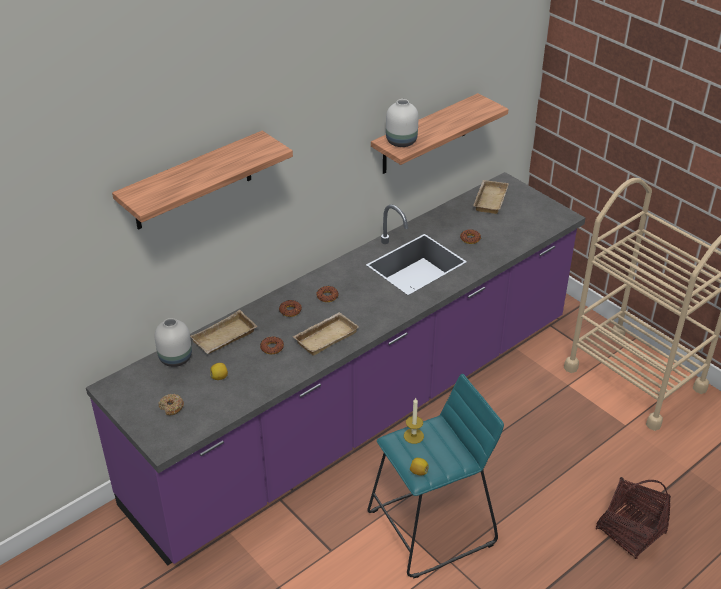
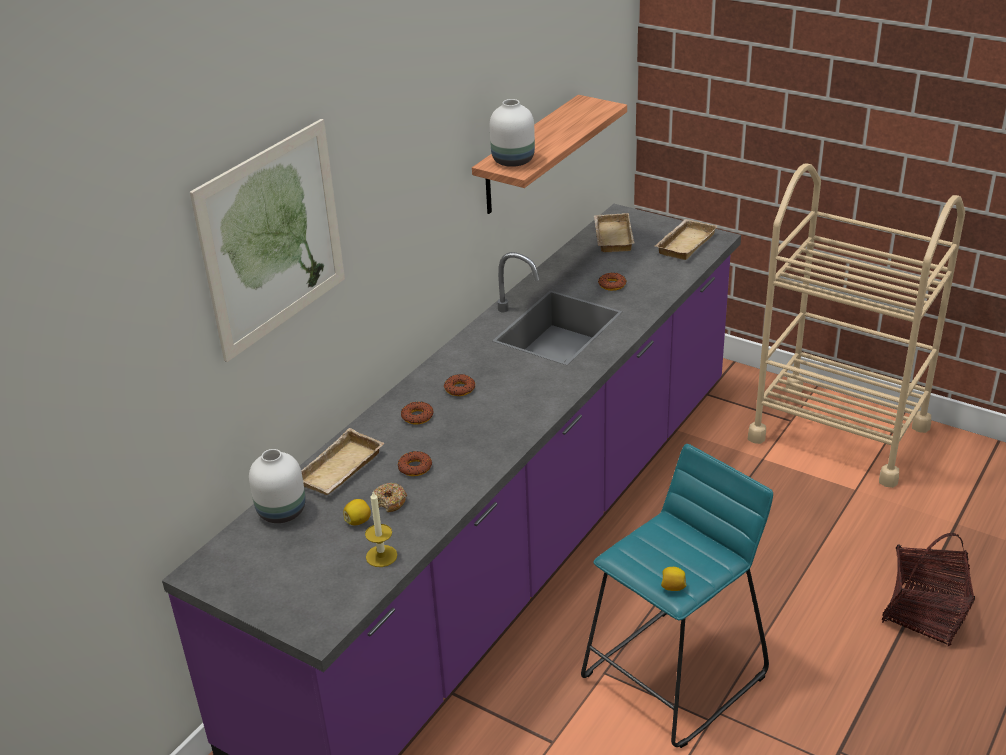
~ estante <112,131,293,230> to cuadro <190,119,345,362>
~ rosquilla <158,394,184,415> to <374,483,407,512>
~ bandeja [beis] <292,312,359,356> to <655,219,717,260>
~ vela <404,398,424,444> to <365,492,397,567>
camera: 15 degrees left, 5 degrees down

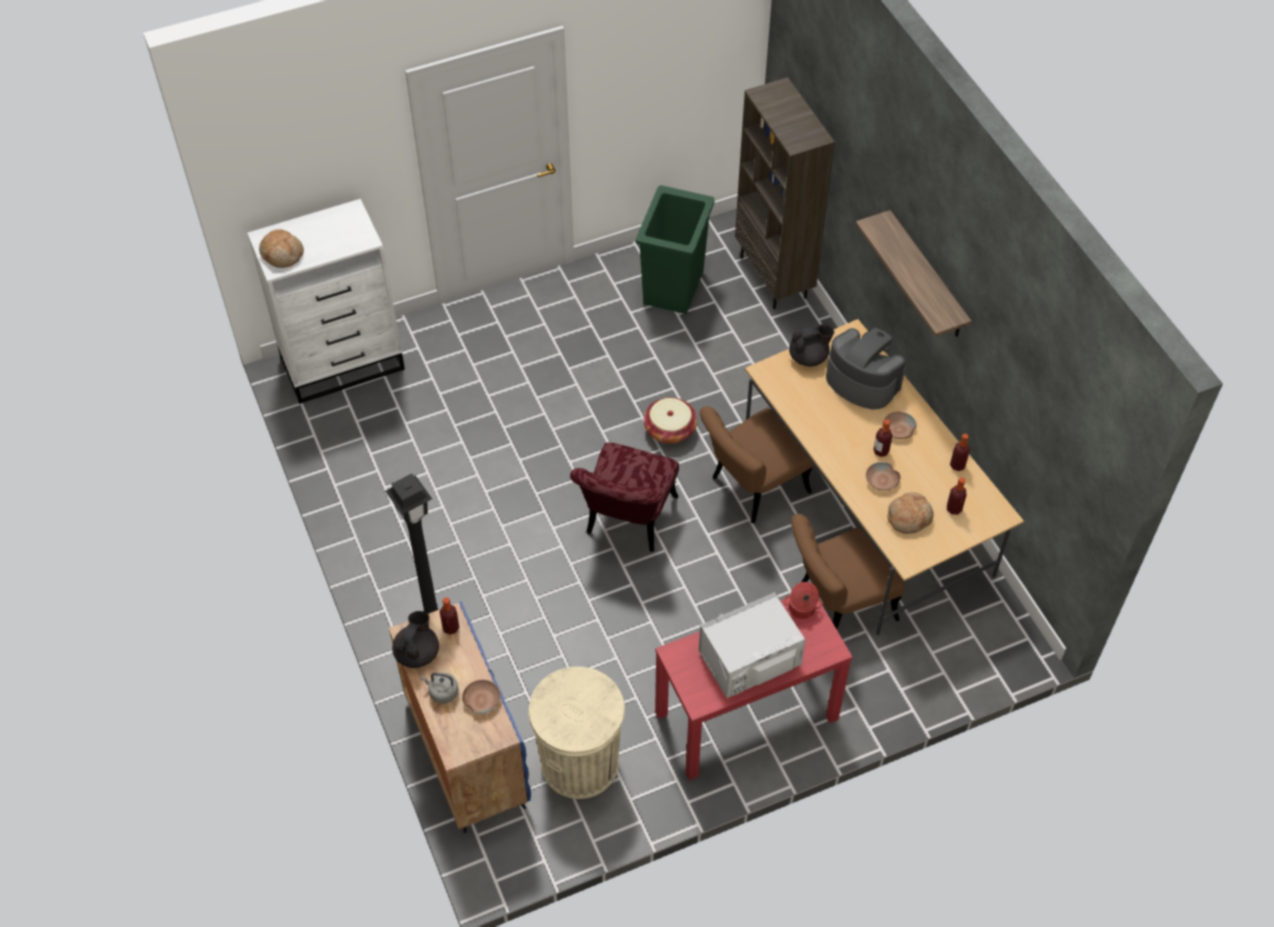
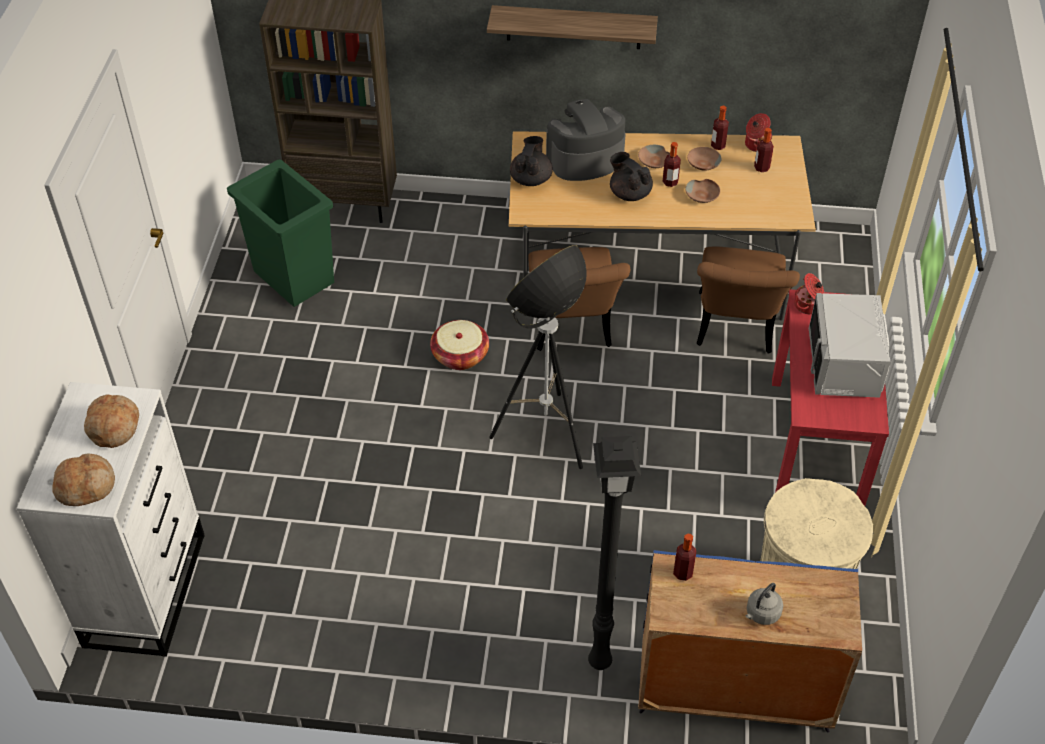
~ tetera [negro] <392,611,439,668> to <610,152,653,201>
~ cuenco [marrón] <462,680,501,714> to <687,147,721,171>
~ silla [rojo] <570,443,679,552> to lámpara de pie <489,245,587,469>
~ pan <887,492,934,534> to <84,394,139,448>
+ olla <745,113,772,152>
camera: 60 degrees left, 5 degrees down

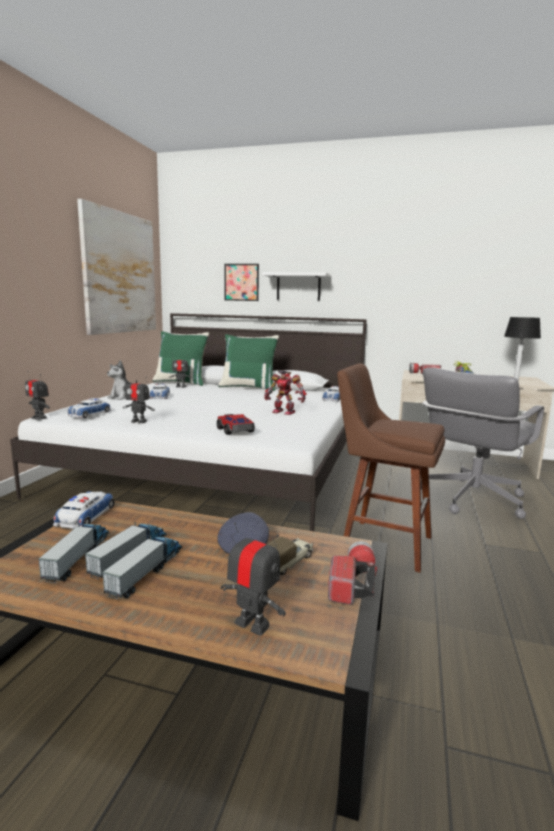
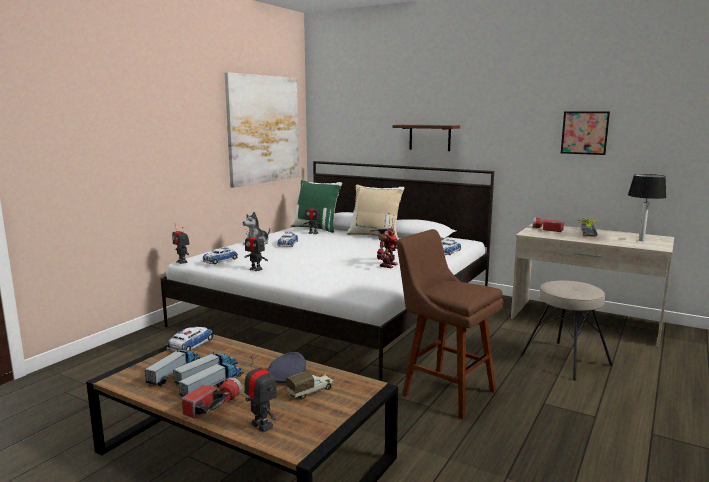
- coche de juguete <217,414,255,435>
~ cojín [verde] <218,334,279,391> to cojín [beis] <347,185,405,240>
~ cuadro <224,264,259,301> to <561,111,610,155>
~ estante [blanco] <262,272,331,301> to estante [marrón] <393,125,460,151>
~ robot de juguete <264,370,306,415> = <370,228,398,268> 105 degrees counterclockwise
~ linterna <328,541,377,605> to <182,377,242,419>
~ silla de oficina [gris] <421,367,544,519> to taburete [beis] <521,281,613,381>
camera: 15 degrees right, 0 degrees up

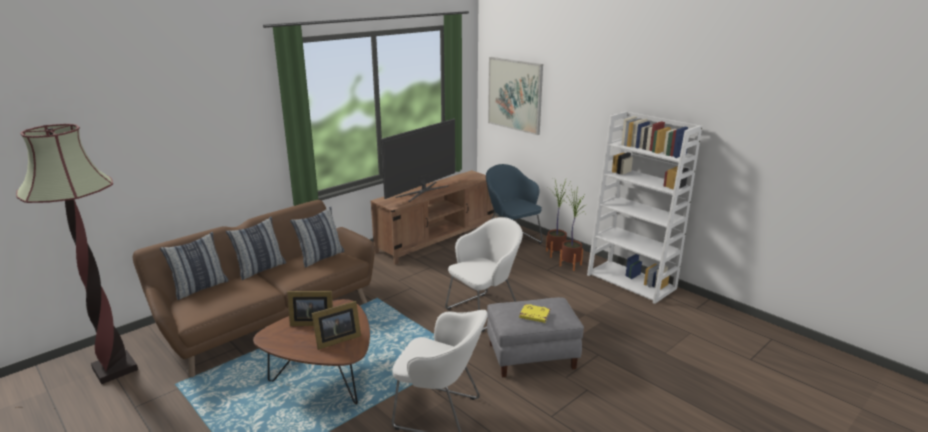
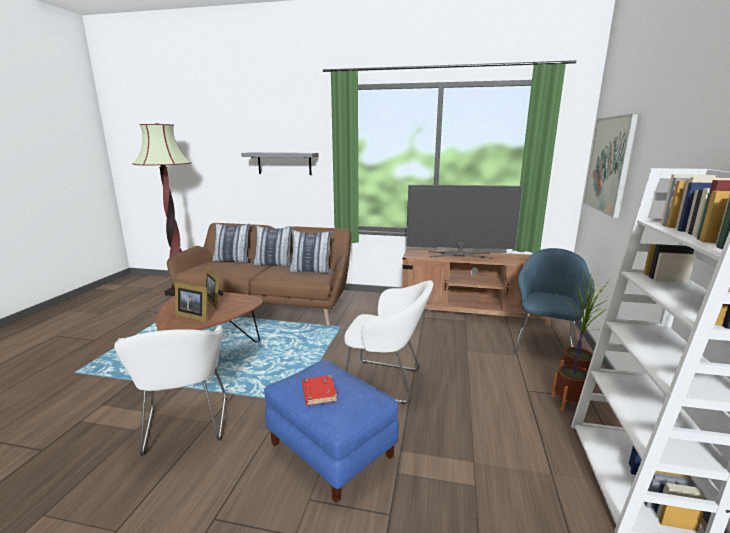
~ puf [gris] <487,297,584,377> to puf [azul] <264,360,399,503>
~ libro [amarillo] <519,304,550,323> to libro [rojo] <302,375,337,405>
+ estante [gris] <241,152,318,175>
camera: 55 degrees right, 5 degrees down

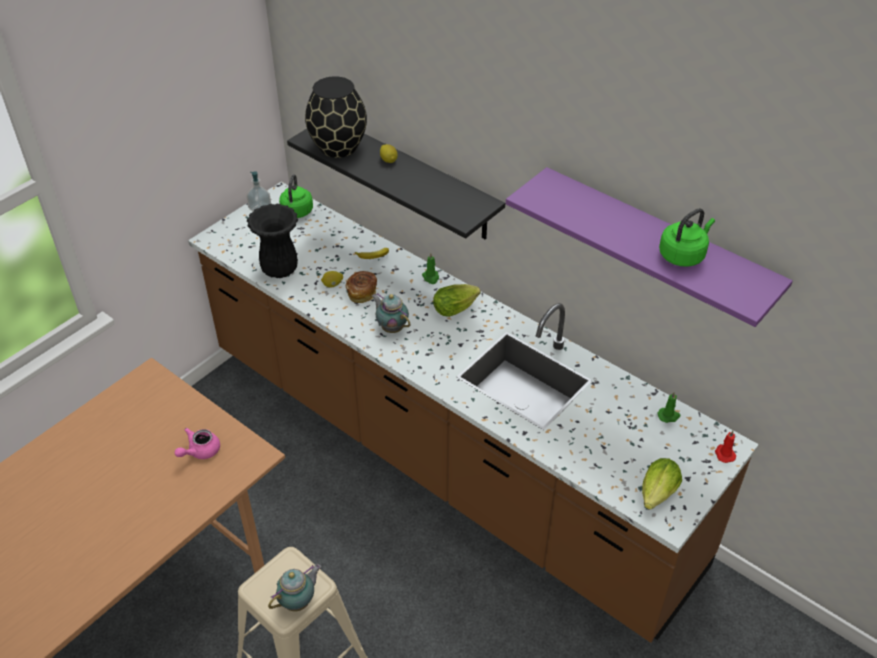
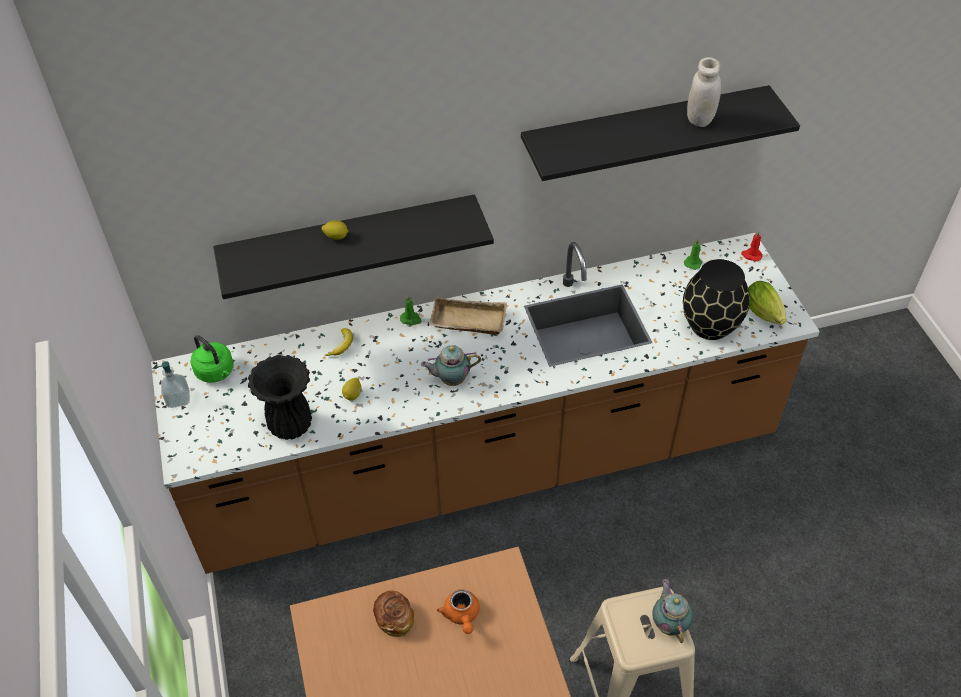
~ tetera [rosa] <175,428,220,459> to tetera [naranja] <437,589,480,634>
~ florero [negro] <305,76,367,158> to <683,259,750,340>
~ pan <346,271,377,303> to <373,590,415,637>
~ lechuga <433,284,480,317> to bandeja [beis] <429,297,507,335>
~ estante [morado] <506,167,793,327> to estante [negro] <521,85,800,181>
~ hervidor [verde] <659,208,715,267> to tarro [blanco] <687,57,721,127>
camera: 55 degrees left, 5 degrees up

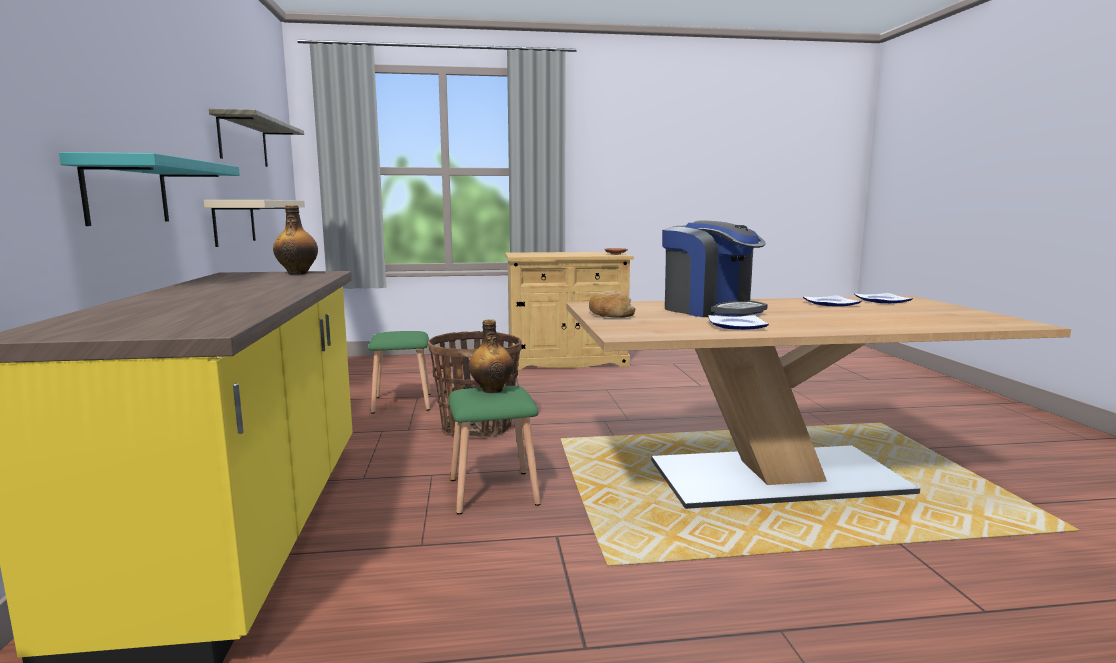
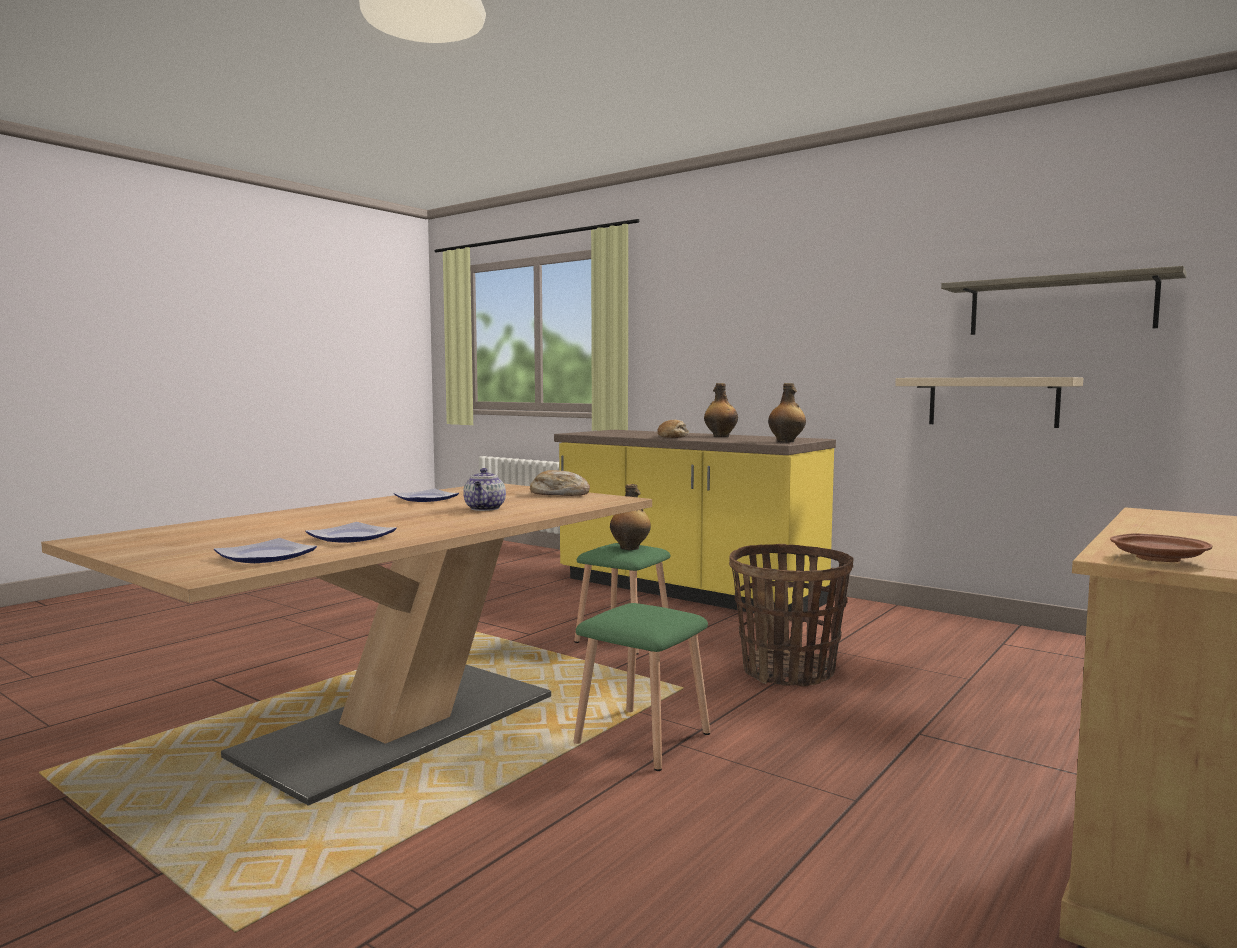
- estante [turquesa] <59,152,240,226>
~ taburete [verde] <368,331,431,414> to <574,603,710,771>
~ cafetera <662,220,768,317> to tetera <463,468,506,511>
+ pan <657,420,689,438>
+ botella <704,383,738,437>
camera: 135 degrees right, 5 degrees down

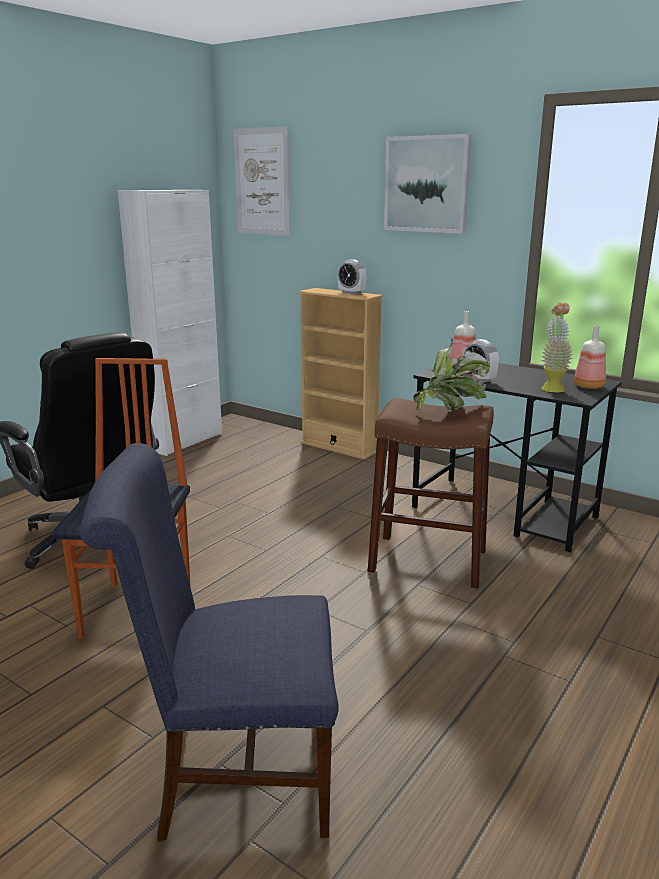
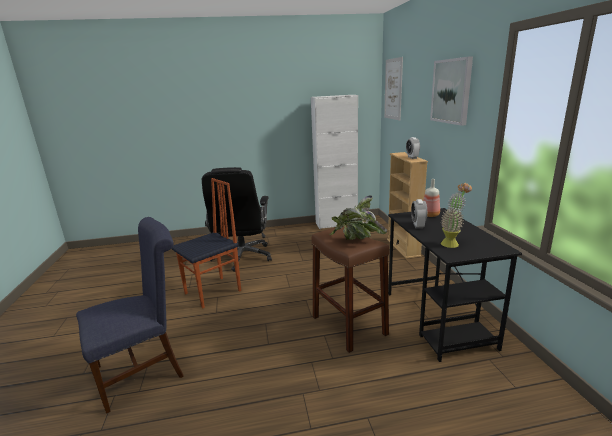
~ silla [azul] <79,443,339,842> = <76,217,183,414> 105 degrees clockwise
- botella <574,325,606,389>
camera: 45 degrees right, 0 degrees up

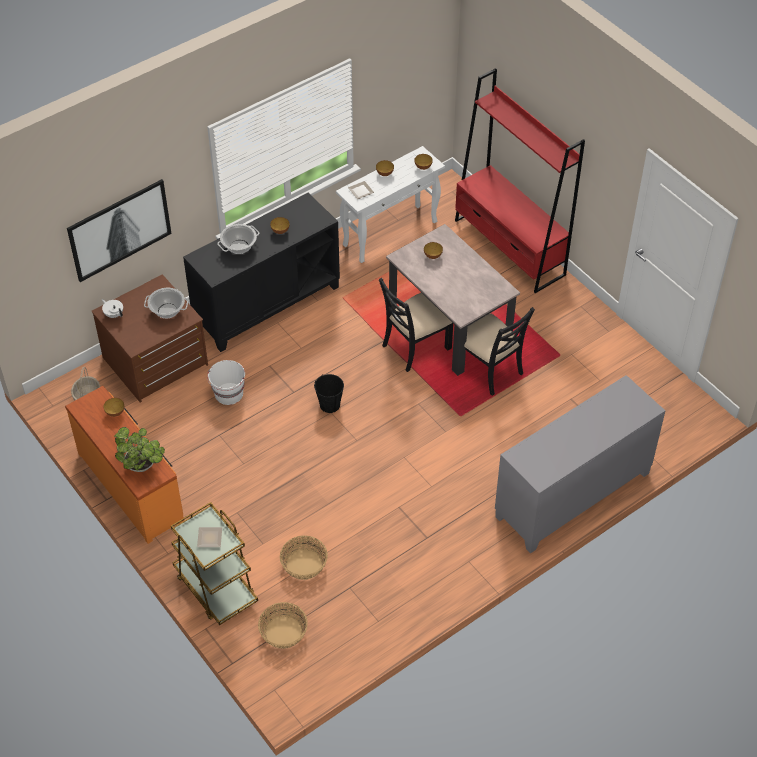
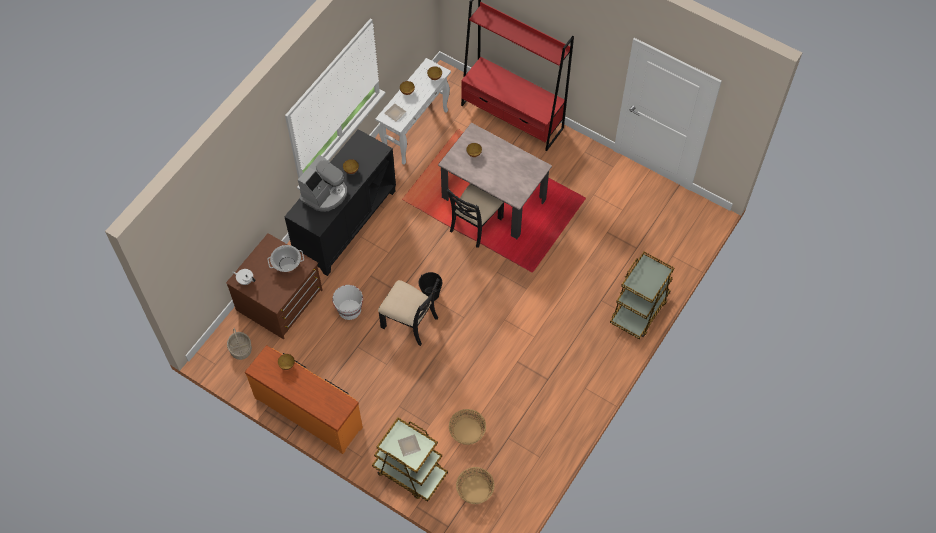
- cuadro <67,179,172,282>
- planta en maceta <114,427,165,472>
~ olla <217,224,260,254> to cafetera <298,155,347,212>
~ silla [negro] <464,307,535,396> to <378,278,440,346>
~ armario [gris] <495,375,665,553> to carrito [marrón] <610,252,674,339>
camera: 20 degrees left, 10 degrees up

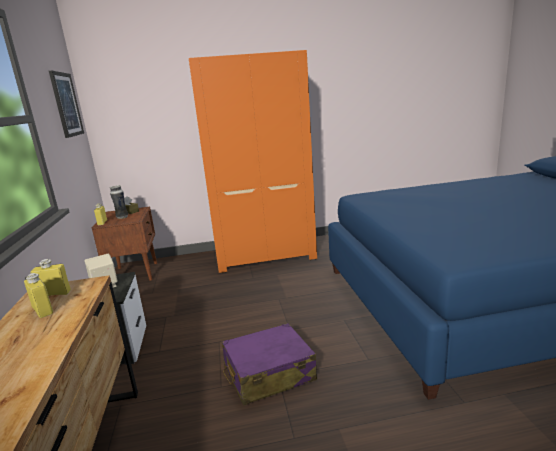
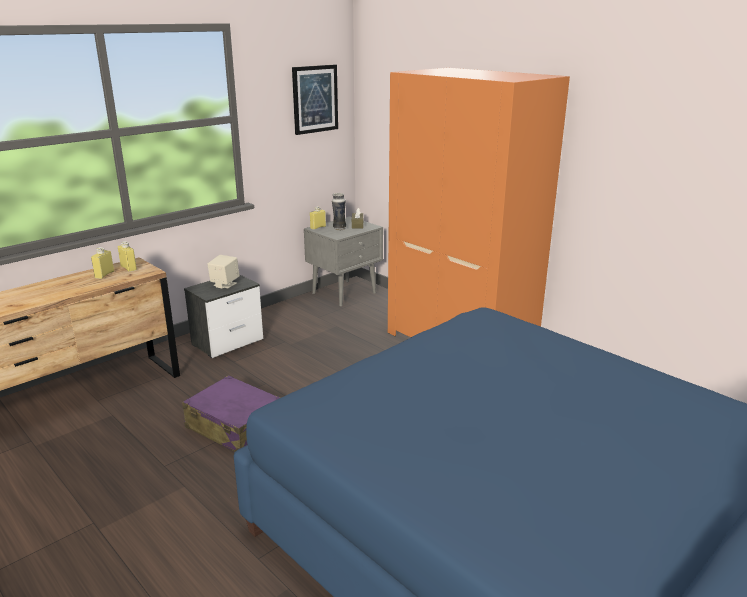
~ mesita de noche [marrón] <92,207,157,281> to mesita de noche [gris] <304,216,383,306>
camera: 55 degrees right, 5 degrees up

